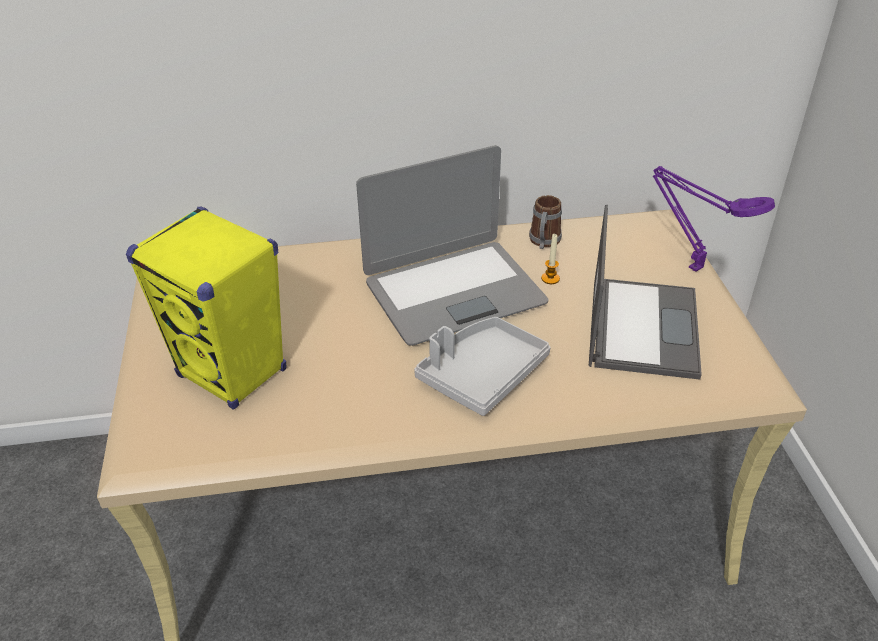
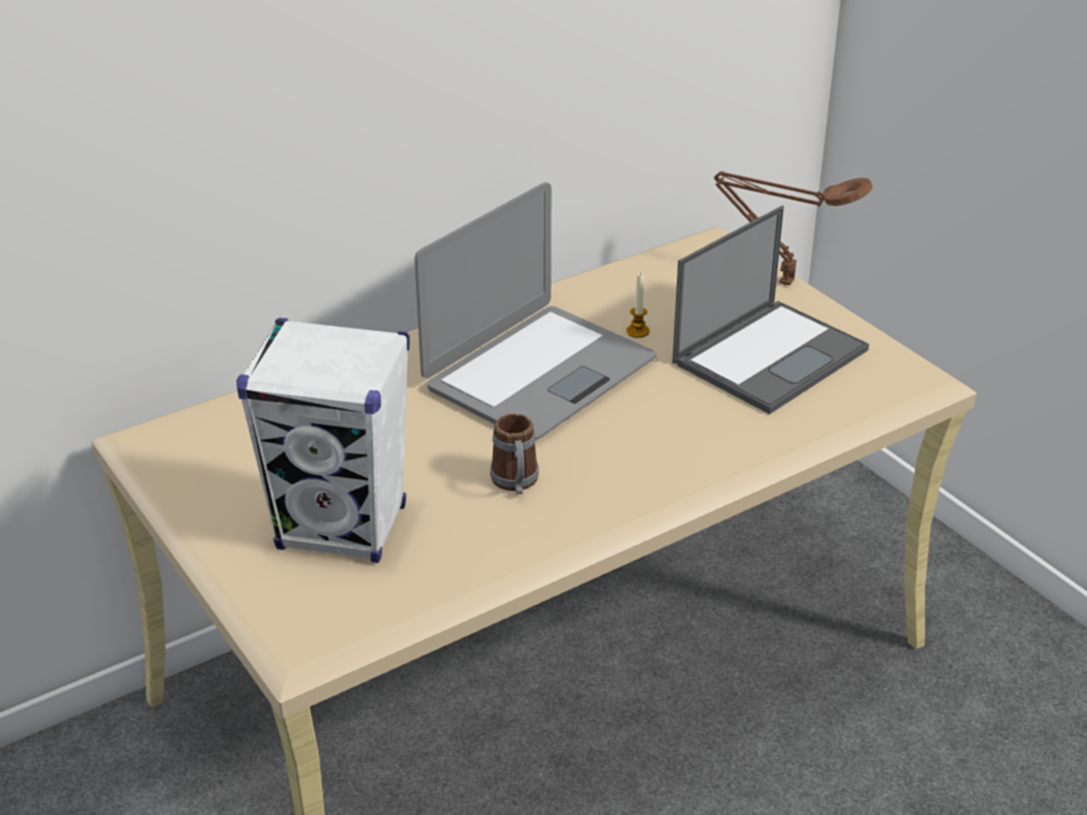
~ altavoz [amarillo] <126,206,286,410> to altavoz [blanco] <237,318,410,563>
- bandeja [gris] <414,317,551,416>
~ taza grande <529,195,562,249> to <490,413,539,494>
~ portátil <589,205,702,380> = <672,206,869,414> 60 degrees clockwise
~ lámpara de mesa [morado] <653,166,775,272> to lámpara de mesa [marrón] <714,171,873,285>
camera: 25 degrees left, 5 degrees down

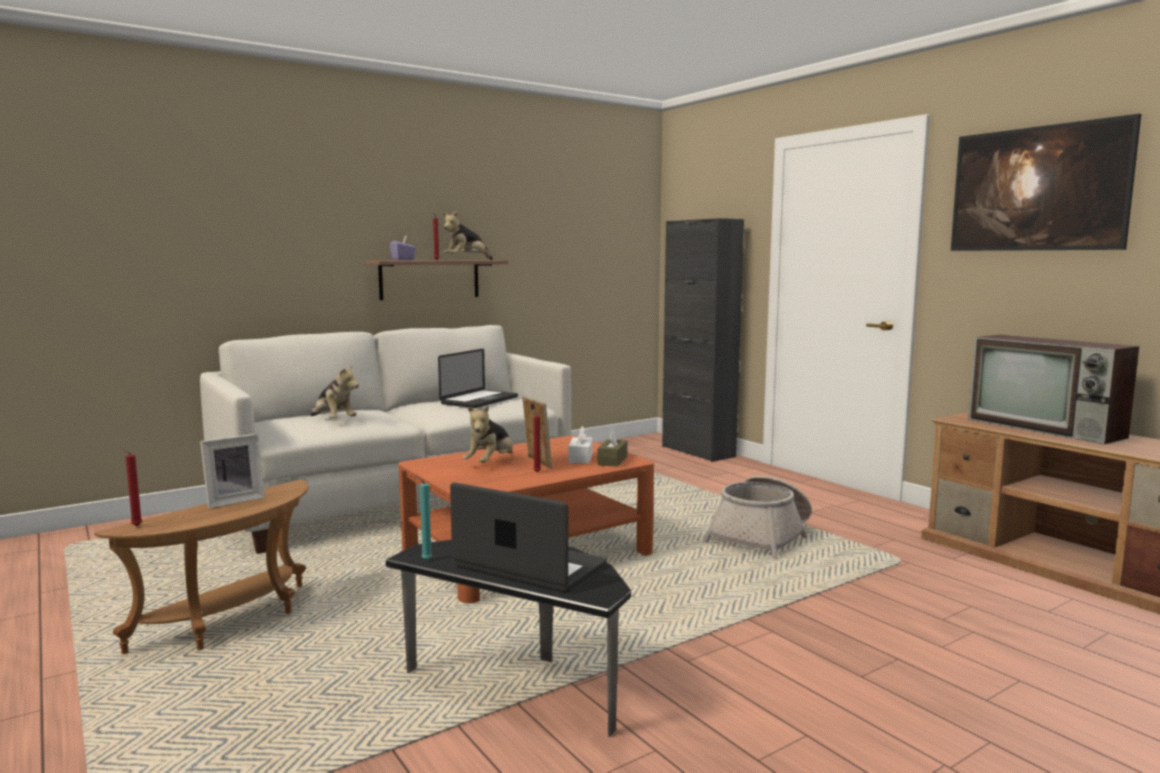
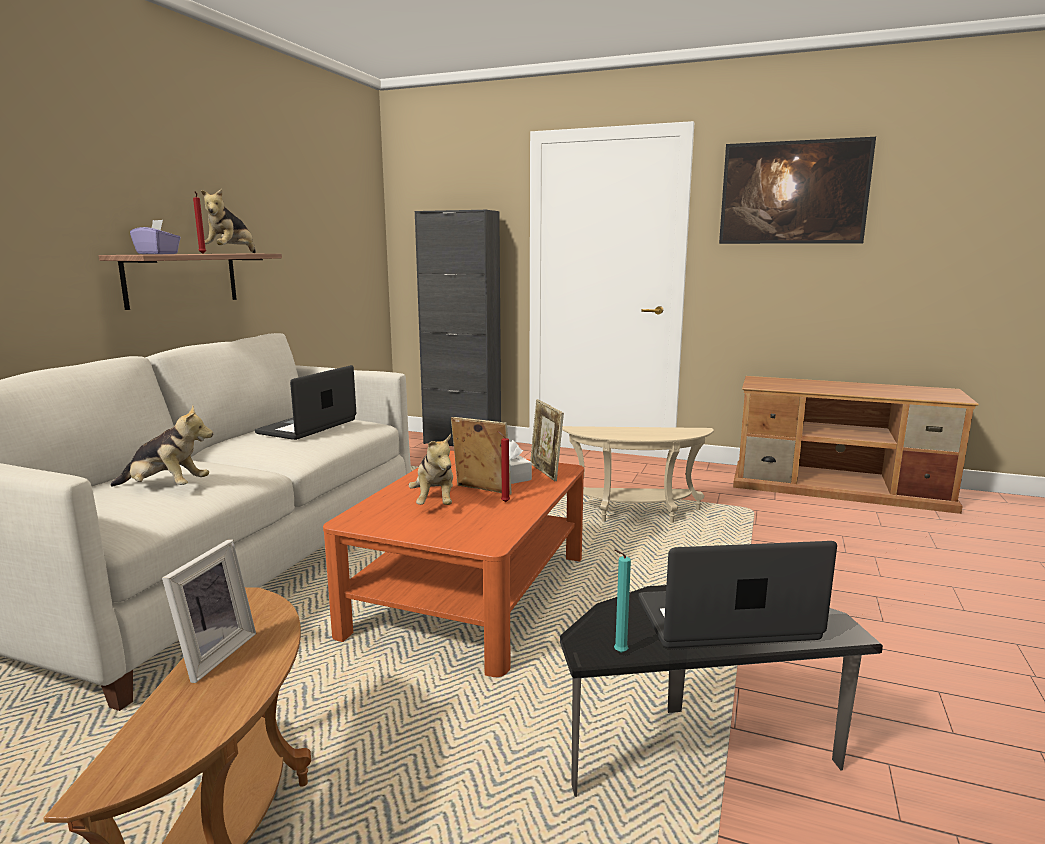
- vela [rojo] <121,448,142,526>
~ portátil <438,349,518,408> = <255,365,356,440> 150 degrees counterclockwise
~ caja de pañuelos [marrón] <597,428,627,467> to portarretratos <530,399,564,481>
~ cesta <703,476,812,560> to mesa auxiliar [beis] <562,426,714,523>
- televisor <968,335,1139,445>
camera: 35 degrees left, 5 degrees up

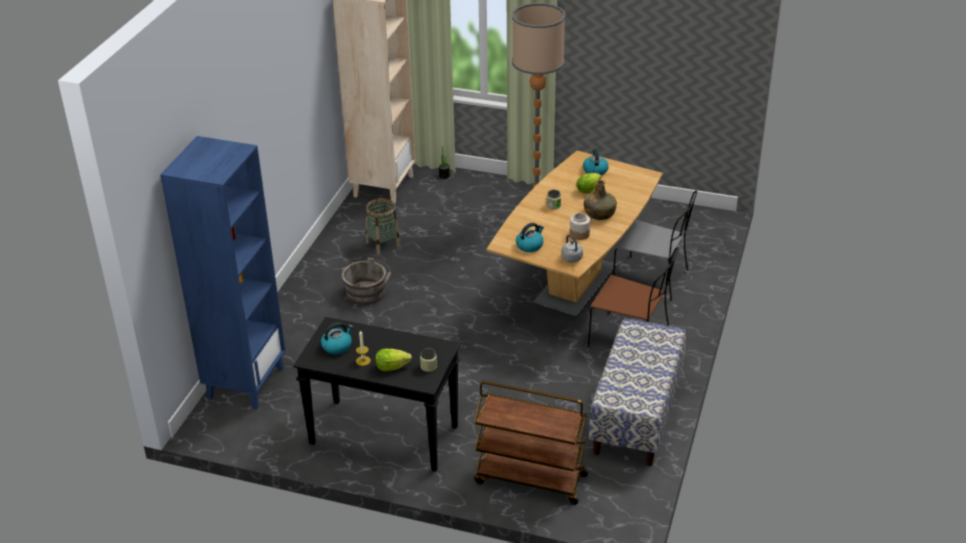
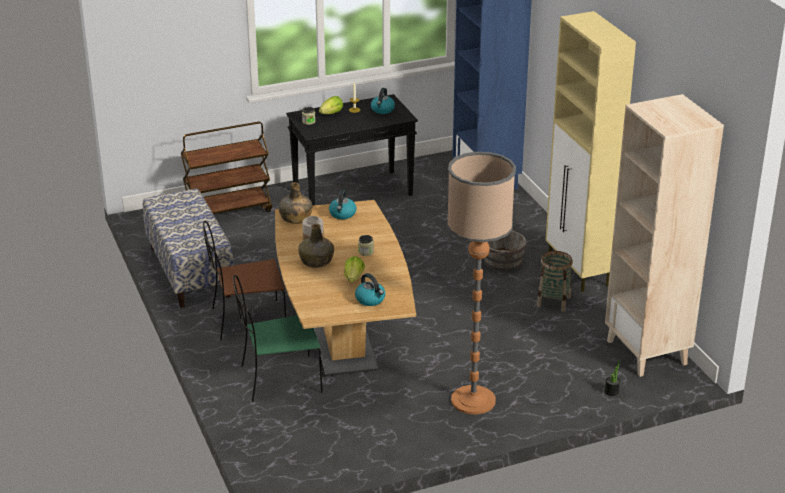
~ hervidor [gris] <561,235,583,262> to botella [verde] <279,182,312,224>
~ silla [gris] <613,191,697,301> to silla [verde] <233,275,323,402>
+ armario [beis] <546,11,636,292>
camera: 140 degrees right, 5 degrees down

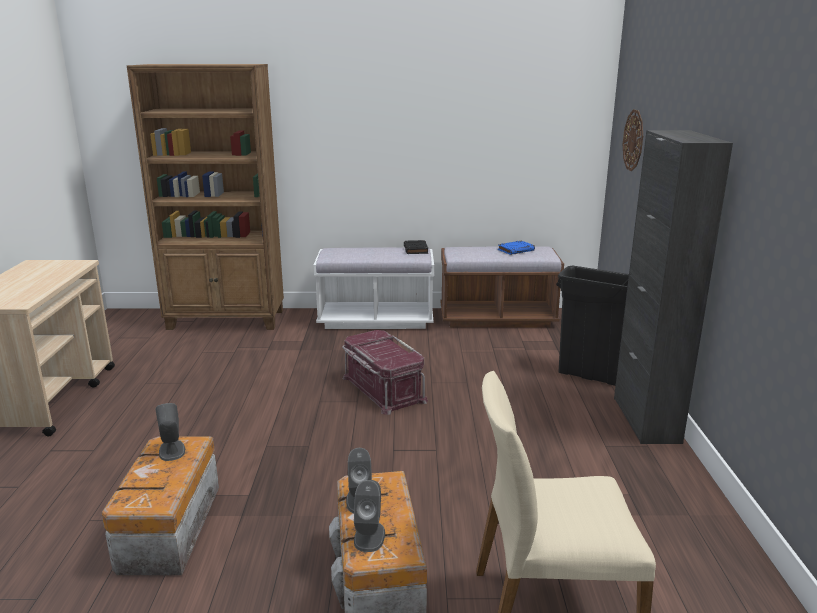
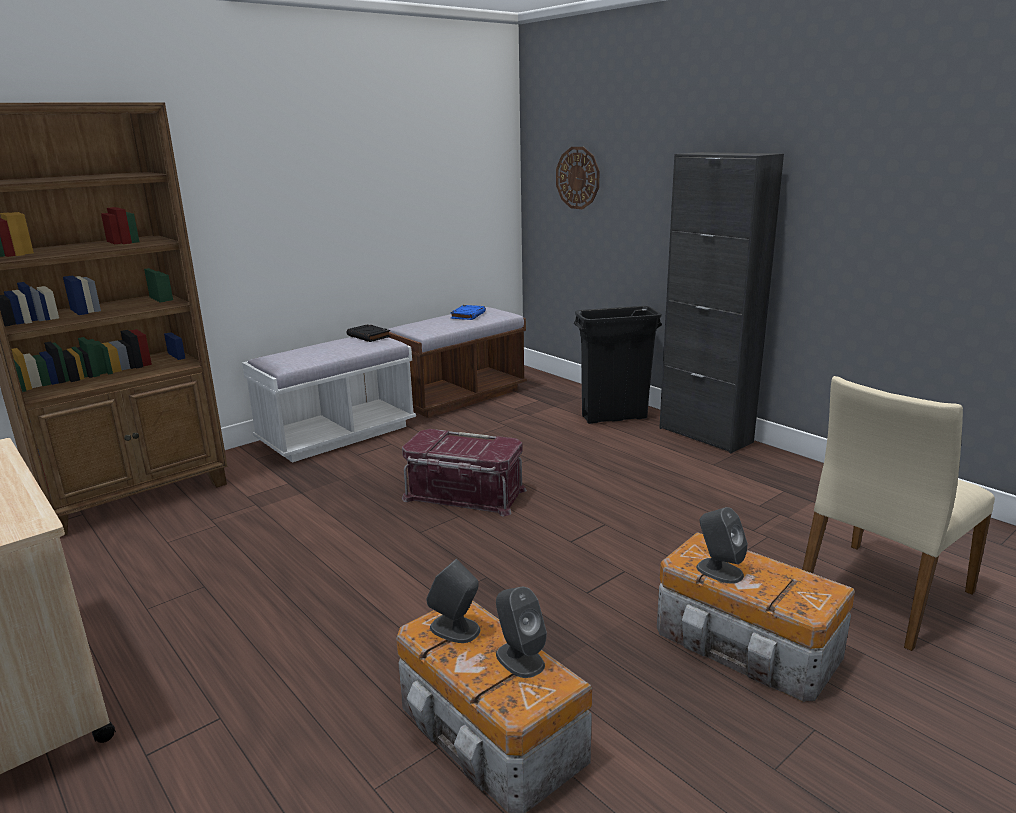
~ altavoz [gris] <354,480,385,552> to <496,587,547,678>
camera: 40 degrees left, 0 degrees up

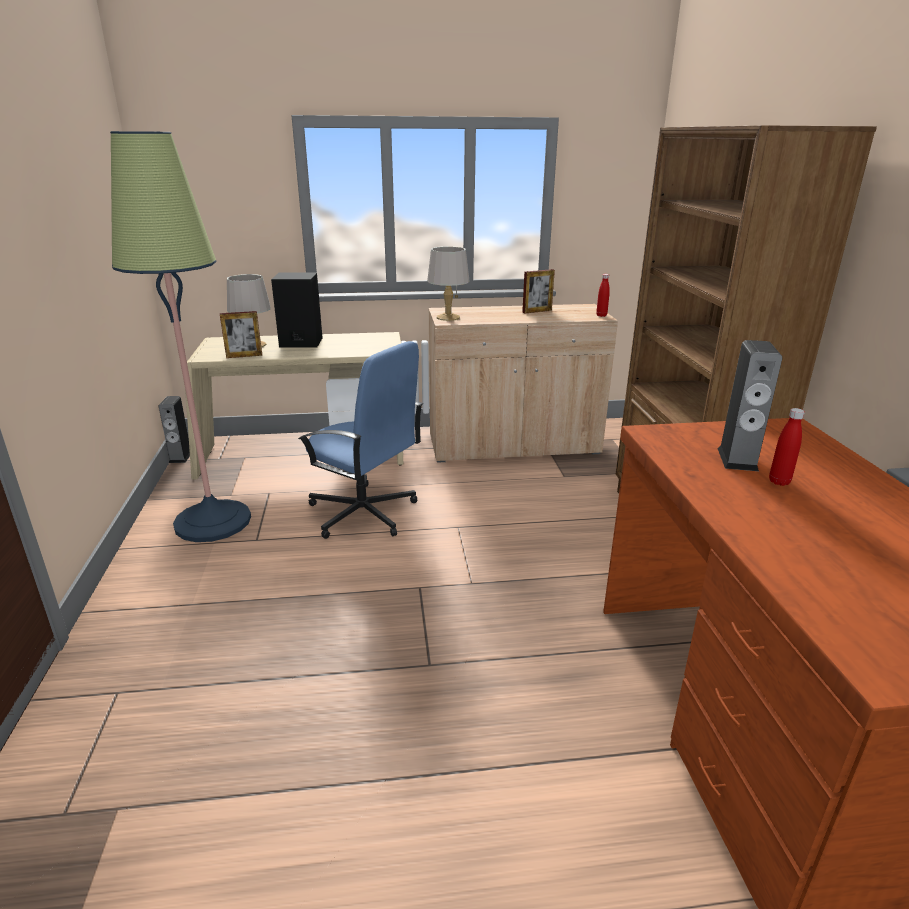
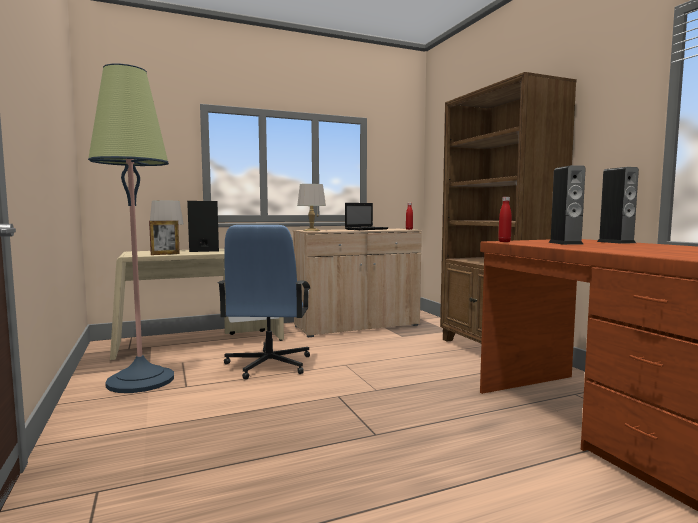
~ altavoz <159,396,190,463> to <597,167,639,244>
~ silla de oficina [azul] <298,341,423,539> = <218,225,310,380> 75 degrees clockwise
~ portarretratos <522,269,555,314> to portátil <345,203,389,230>
~ botella [rojo] <769,408,805,486> to <498,197,512,242>
camera: 15 degrees left, 20 degrees down

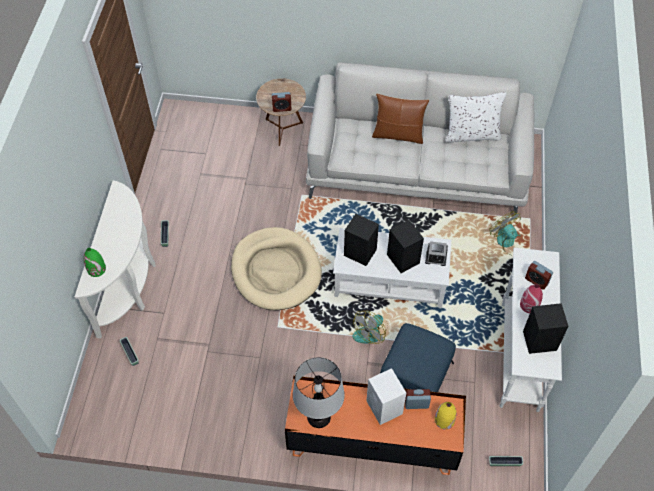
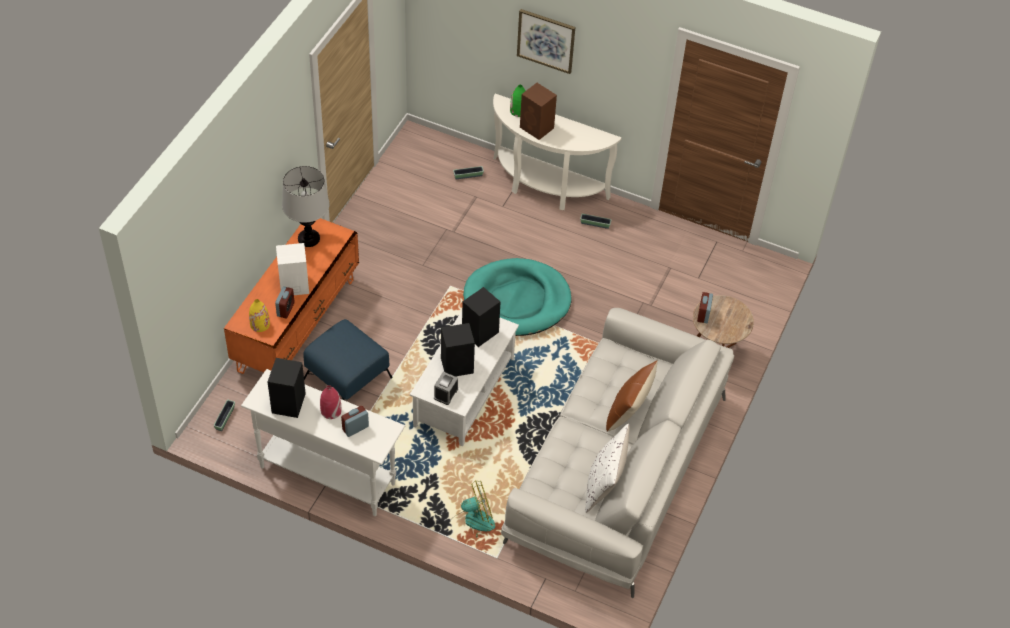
~ cama para perro [beis] <231,227,322,310> to cama para perro [turquesa] <463,258,572,336>
- ventilador <352,310,388,344>
+ cuadro <517,9,575,74>
+ altavoz [marrón] <520,83,557,140>
camera: 105 degrees right, 5 degrees down

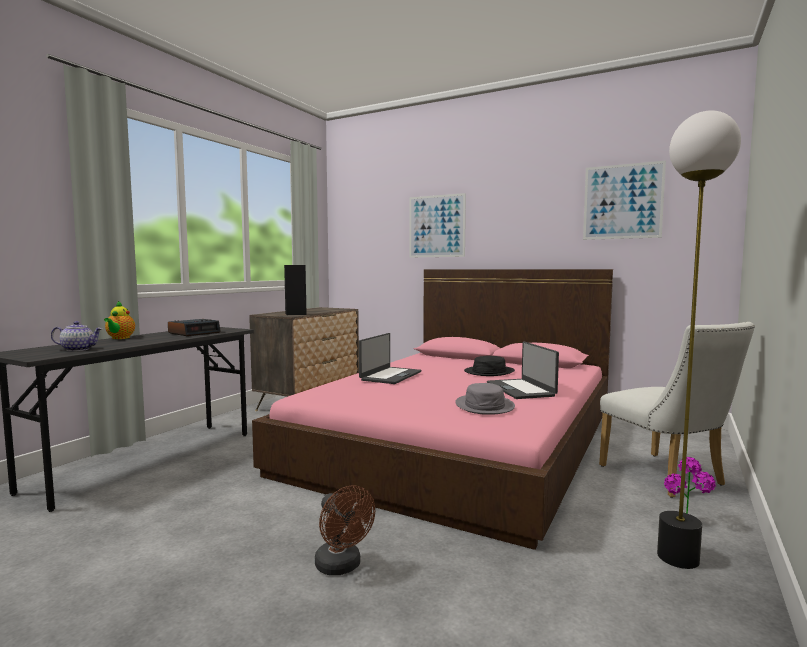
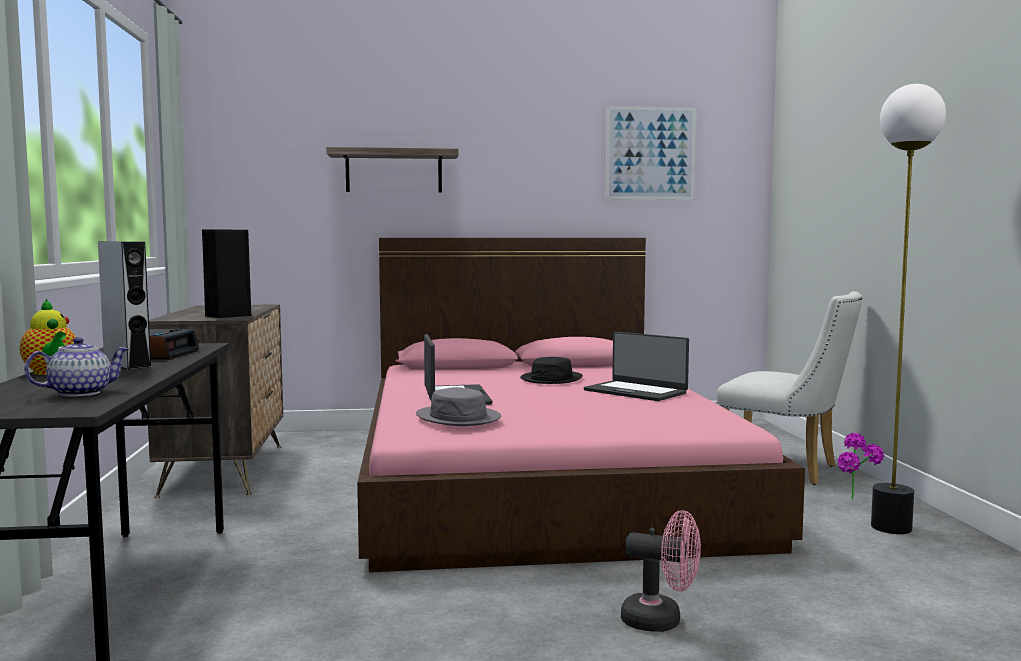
~ ventilador [marrón] <315,485,375,575> to ventilador [rosa] <621,510,701,632>
~ cuadro <409,193,466,257> to estante <326,147,458,193>
~ sombrero [gris] <455,383,515,415> to <416,387,501,426>
+ altavoz [gris] <98,242,152,370>
camera: 35 degrees left, 0 degrees up

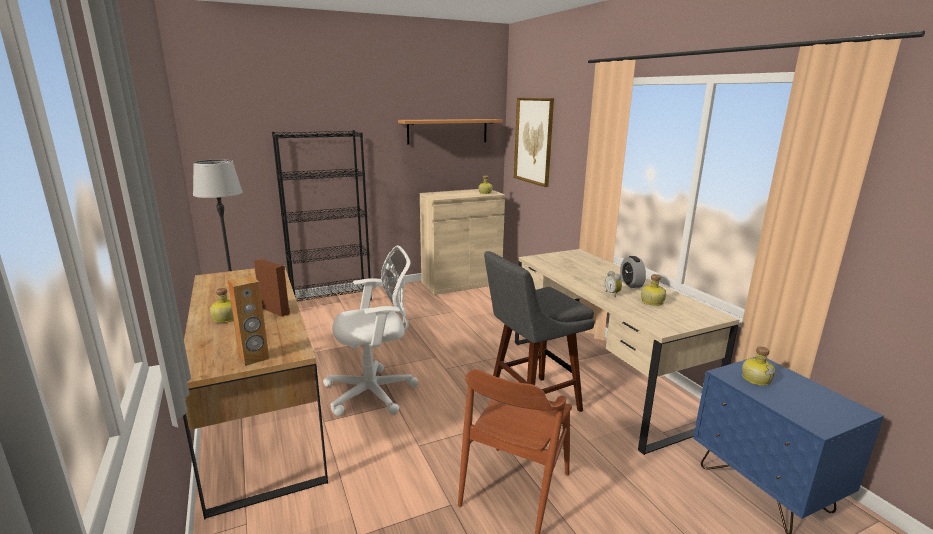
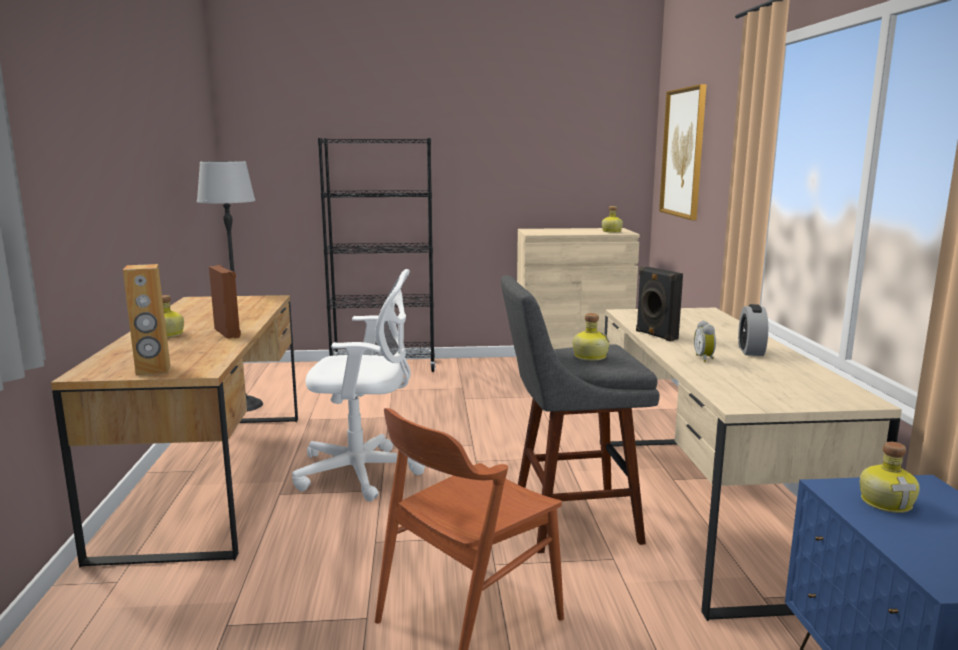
- estante <398,119,503,145>
~ botella <641,274,666,306> to <573,313,609,361>
+ altavoz [negro] <636,267,683,341>
camera: 20 degrees right, 5 degrees down

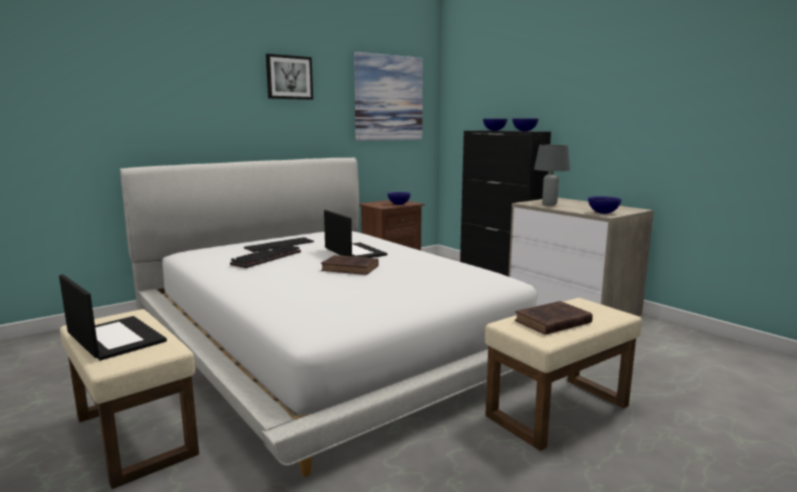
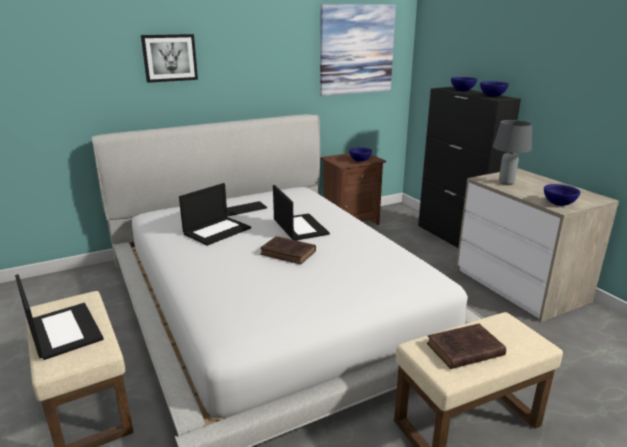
~ teclado <230,245,301,268> to portátil <179,183,251,246>
~ cuadro <266,54,313,100> to <141,34,198,83>
camera: 10 degrees right, 10 degrees up

